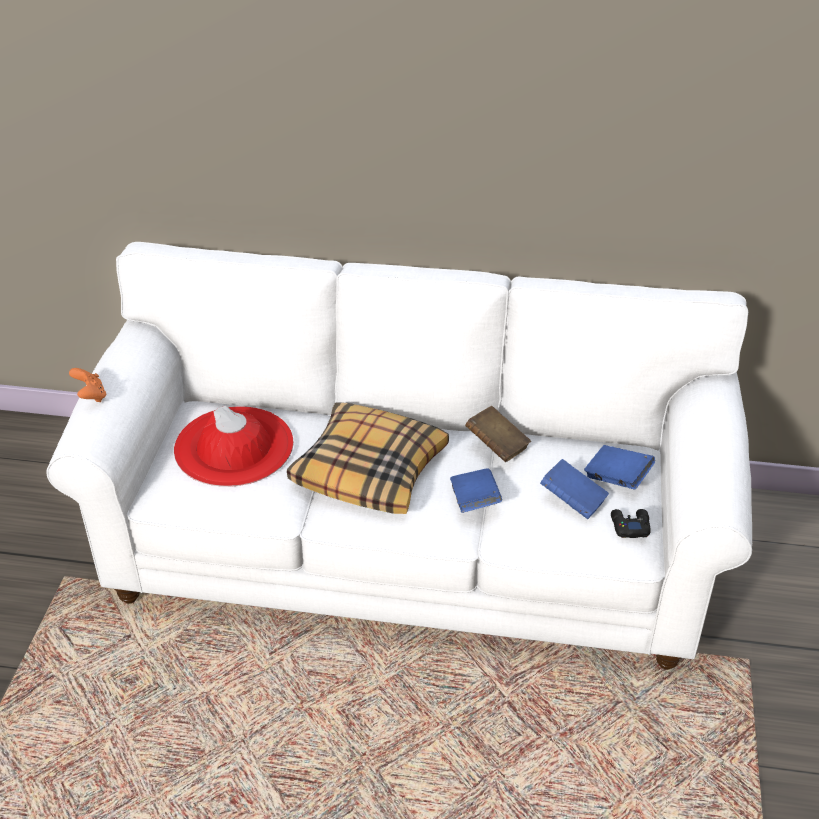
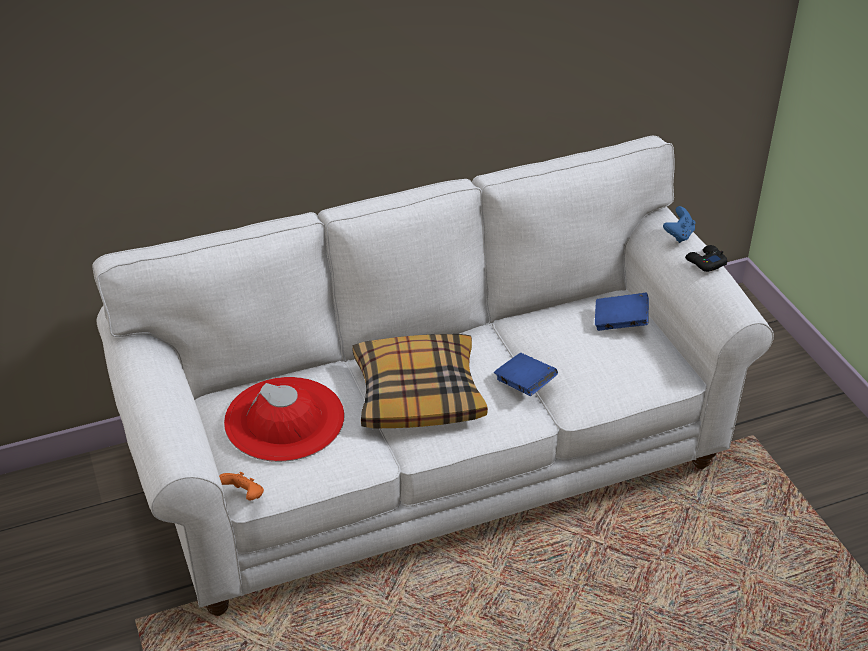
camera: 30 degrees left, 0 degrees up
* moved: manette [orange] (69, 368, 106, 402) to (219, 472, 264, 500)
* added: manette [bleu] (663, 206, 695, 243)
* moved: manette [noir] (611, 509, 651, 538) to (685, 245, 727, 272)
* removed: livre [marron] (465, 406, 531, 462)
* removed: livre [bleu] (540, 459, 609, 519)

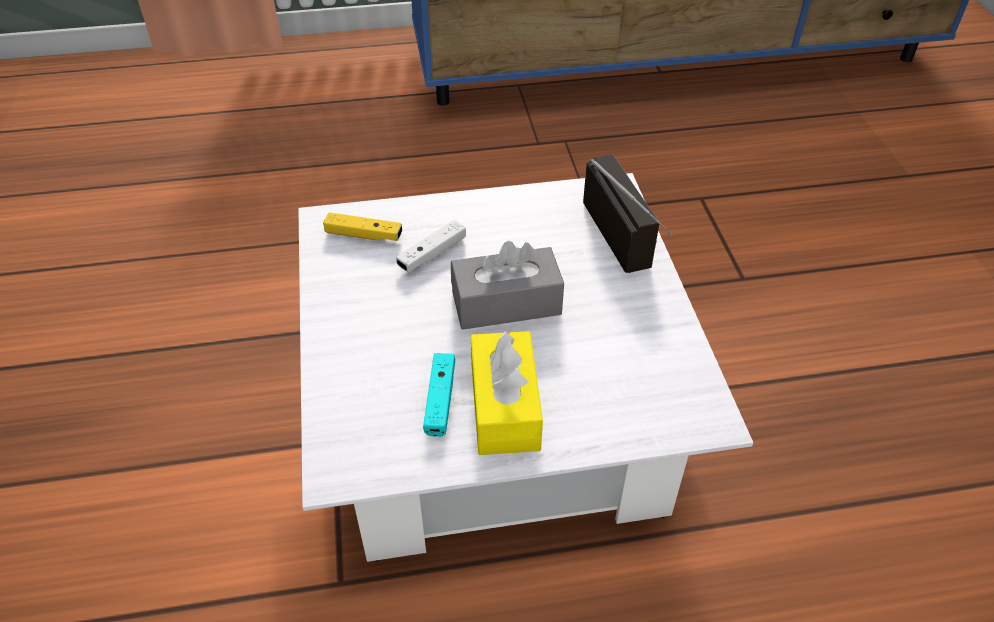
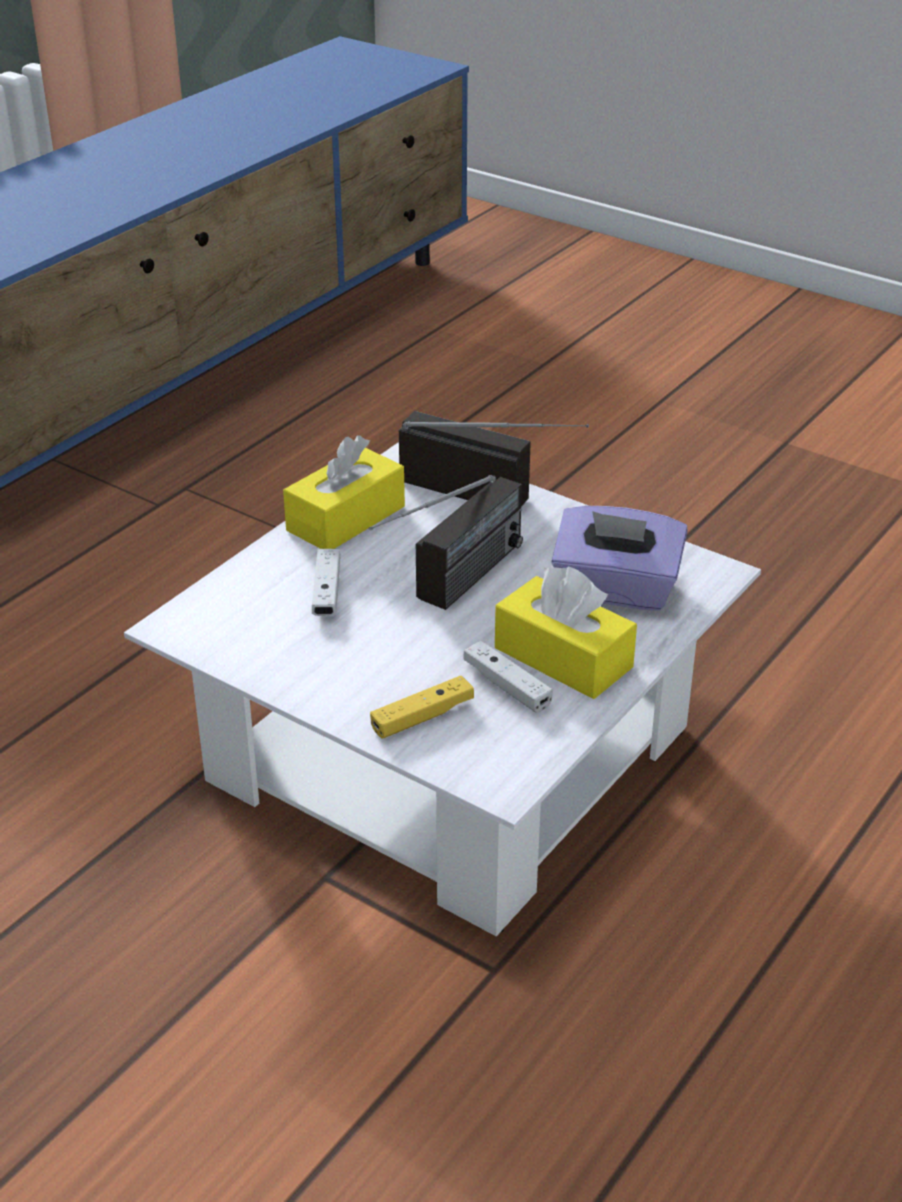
camera: 45 degrees left, 10 degrees down
* added: boîte à mouchoirs [jaune] (283, 435, 405, 549)
* replaced: boîte à mouchoirs [gris] (451, 241, 564, 330) to radio (369, 475, 523, 610)
* moved: manette [jaune] (323, 212, 402, 241) to (370, 676, 474, 739)
* recoloured: manette [turquoise] (423, 353, 455, 437) to manette [blanc] (463, 641, 553, 713)
* added: boîte à mouchoirs [violet] (551, 506, 687, 611)

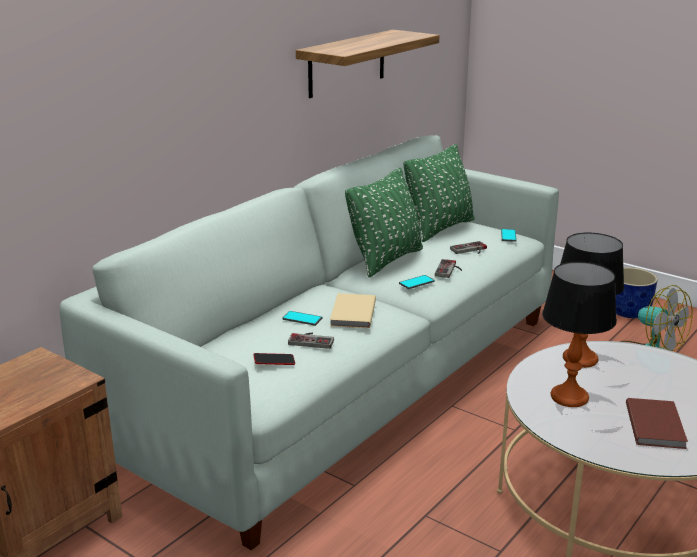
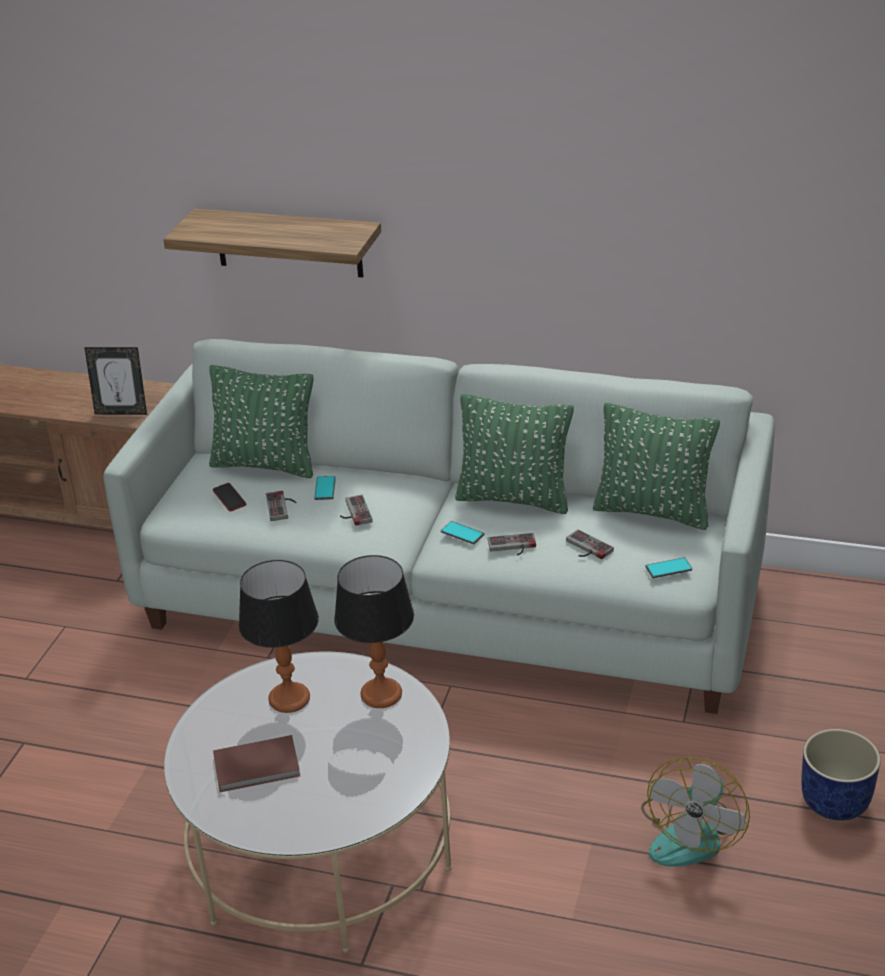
camera: 70 degrees right, 10 degrees up
* added: cadre photo (84, 347, 147, 415)
* moved: étagère (296, 30, 440, 98) to (163, 209, 381, 278)
* added: coussin [vert] (209, 365, 313, 478)
* replaced: livre [beige] (330, 293, 376, 328) to manette (340, 495, 373, 526)

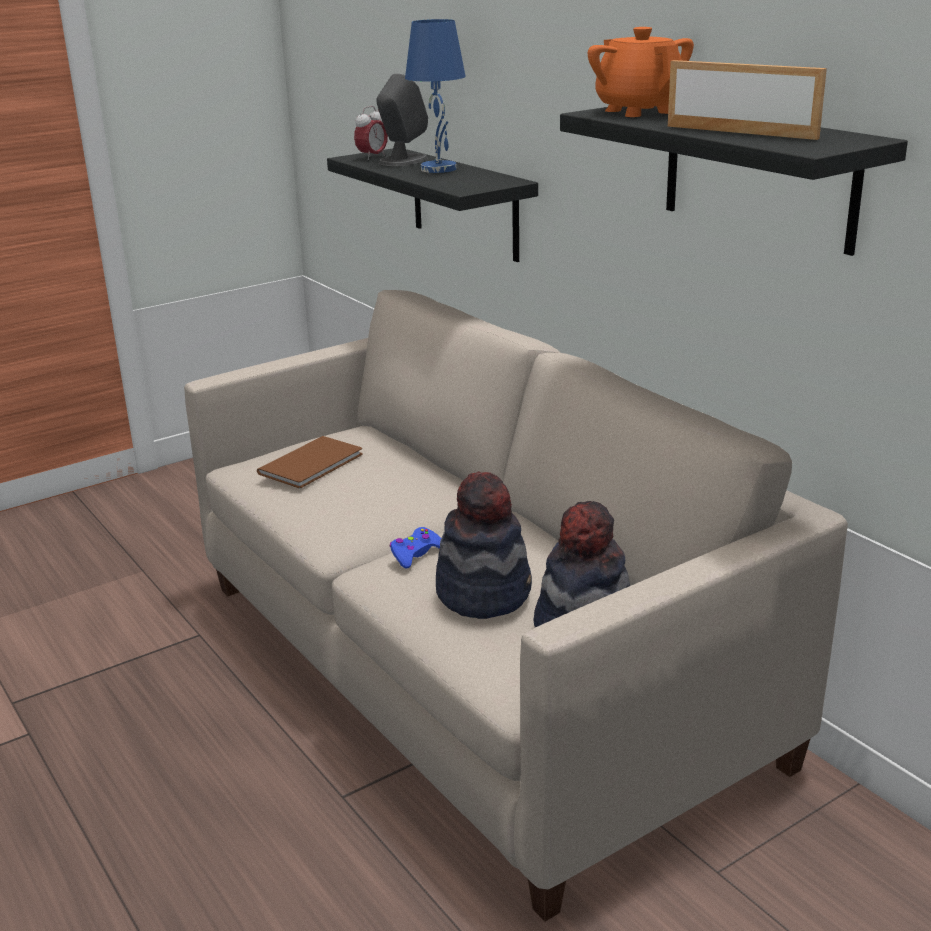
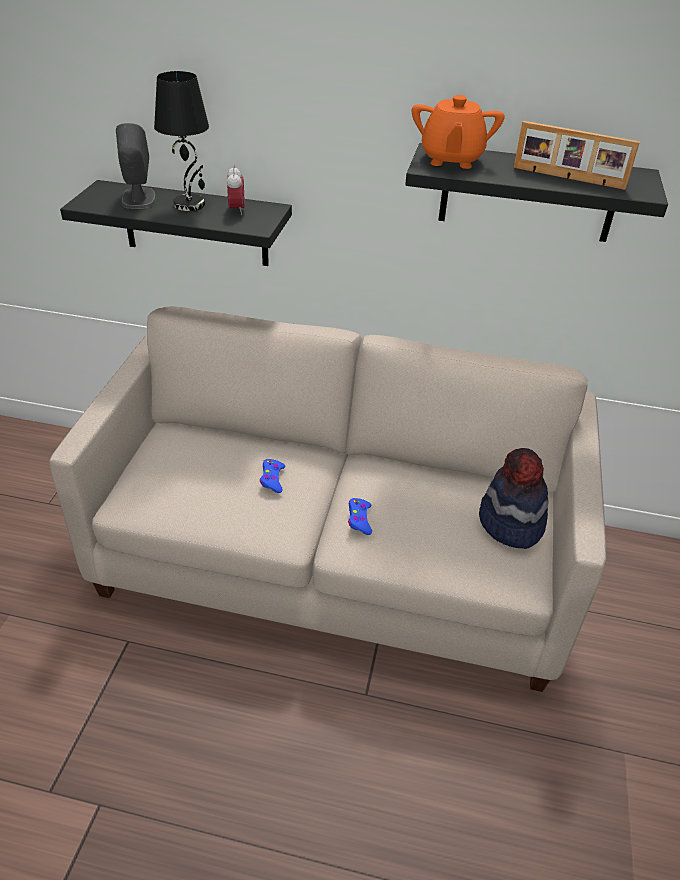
camera: 45 degrees left, 15 degrees up
* recoloured: lampe de table [bleu] (405, 19, 466, 173) to lampe de table [noir] (154, 71, 209, 211)
* moved: réveil (354, 106, 388, 160) to (227, 164, 245, 215)
* added: manette [bleu] (260, 459, 285, 493)
* turned: théière [orange] (588, 27, 694, 117) = (412, 95, 505, 169) 105 degrees counterclockwise
* turned: cadre photo (668, 60, 827, 140) = (514, 121, 640, 190) 150 degrees counterclockwise
* removed: livre [marron] (257, 436, 363, 488)
* removed: chapeau (436, 471, 532, 619)

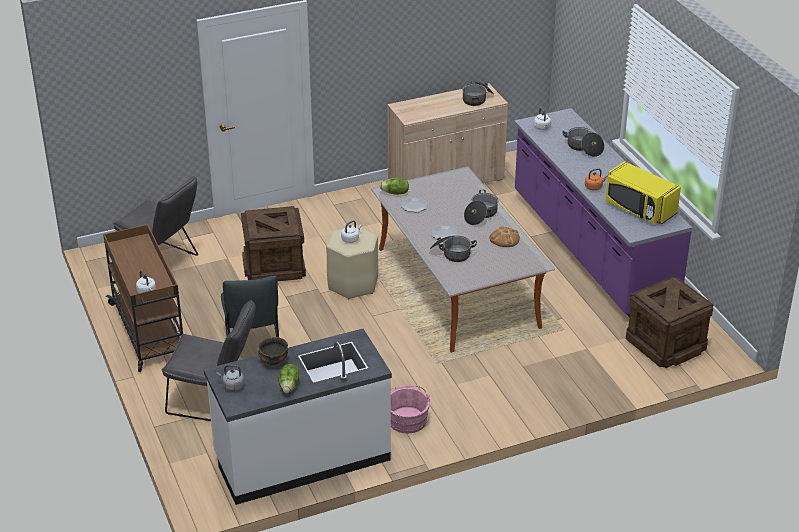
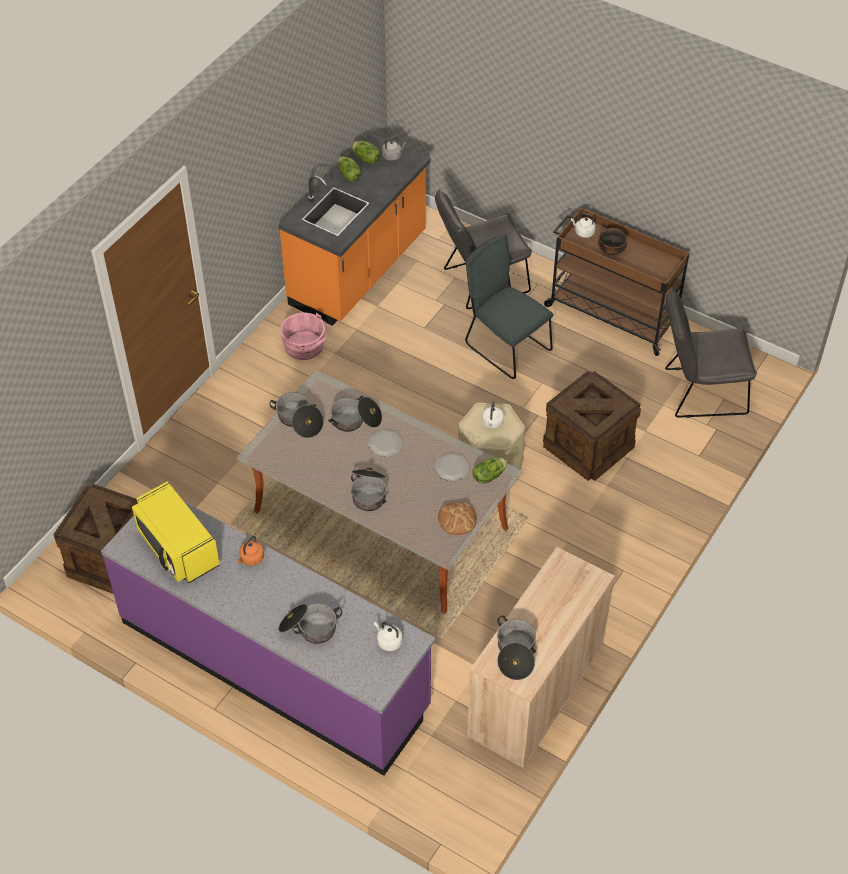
camera: 145 degrees right, 15 degrees up
* turned: micro-ondes [jaune] (606, 161, 681, 224) = (132, 481, 220, 583) 135 degrees counterclockwise
* added: marmite (269, 392, 324, 438)
* recoloured: comptoir de cuisine [blanc] (204, 329, 392, 505) to comptoir de cuisine [orange] (278, 133, 430, 326)
* added: laitue (352, 141, 380, 164)
* moved: pain (489, 226, 520, 247) to (438, 502, 477, 535)
* moved: bol (258, 337, 288, 365) to (598, 228, 628, 256)

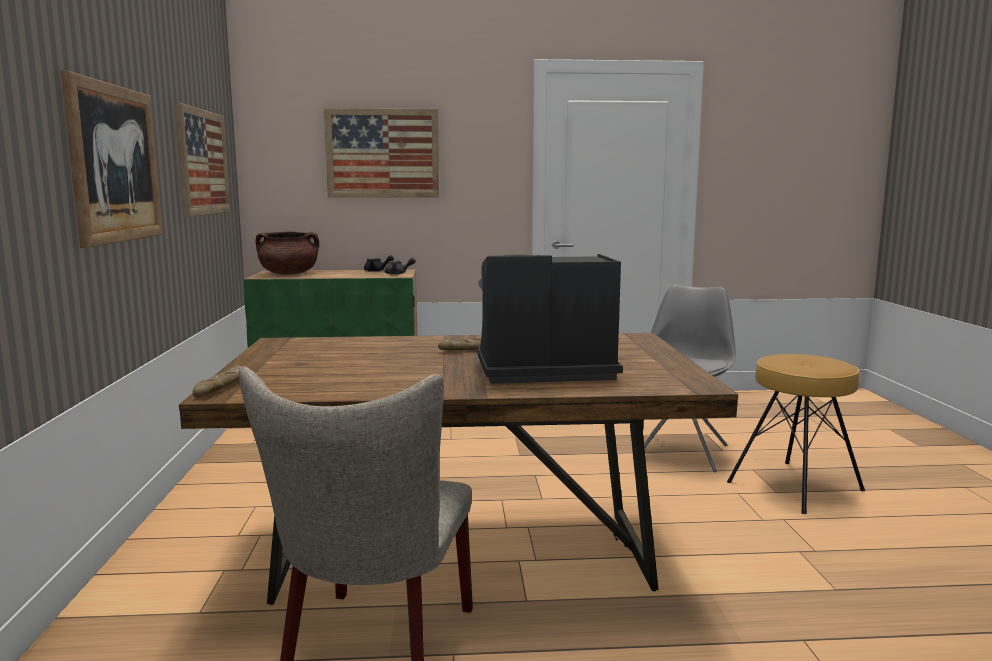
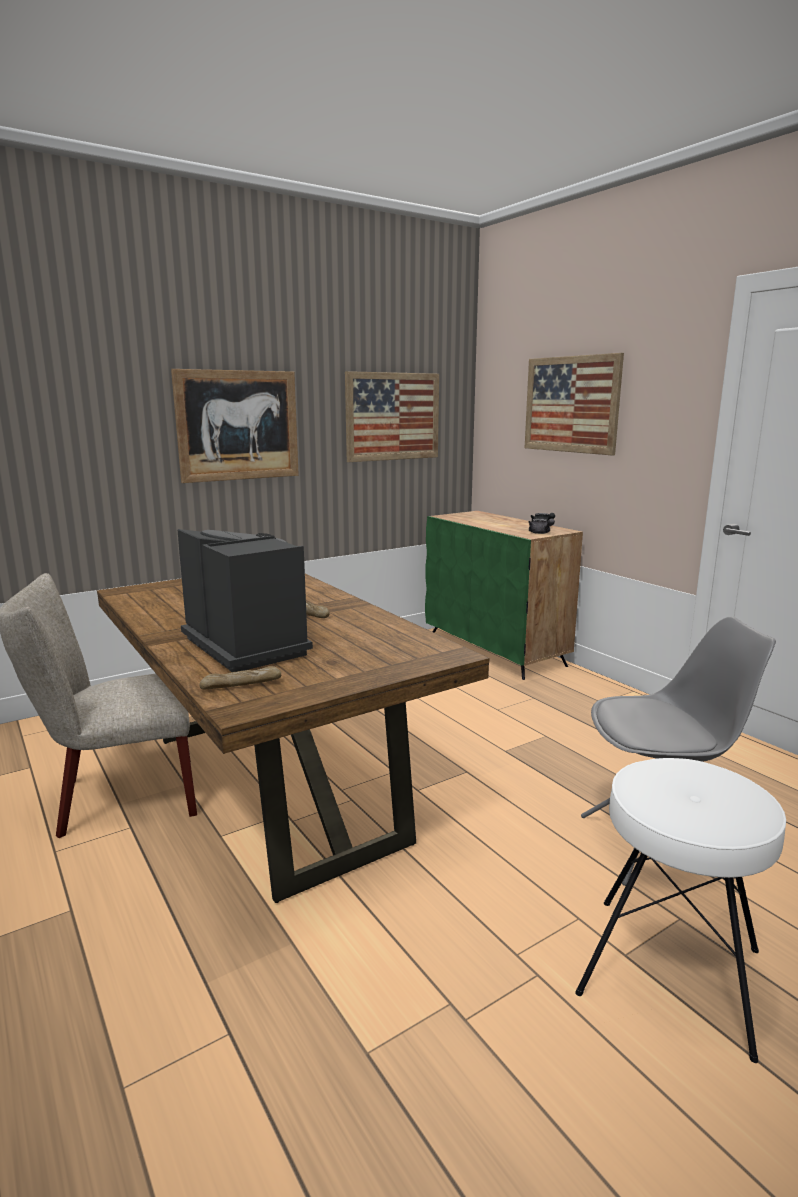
camera: 60 degrees right, 5 degrees up
* moved: pain (193, 365, 241, 397) to (200, 666, 281, 689)
* recoloured: tabouret [marron] (727, 354, 865, 514) to tabouret [blanc] (575, 758, 786, 1063)
* removed: marmite [marron] (256, 231, 319, 275)

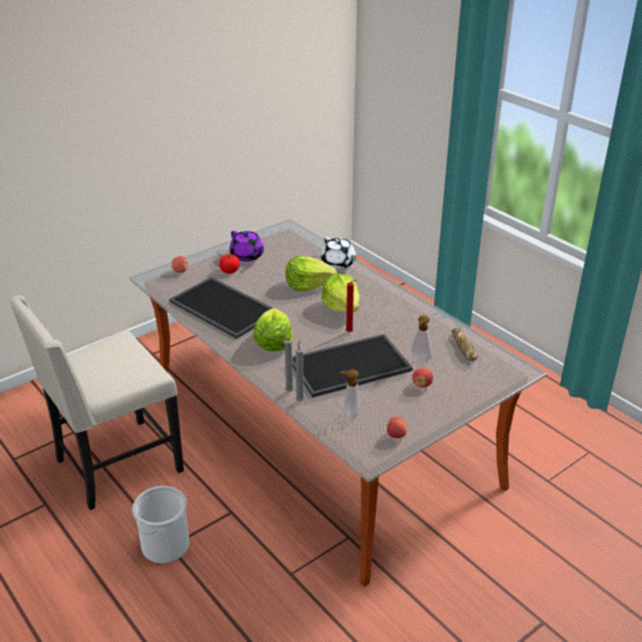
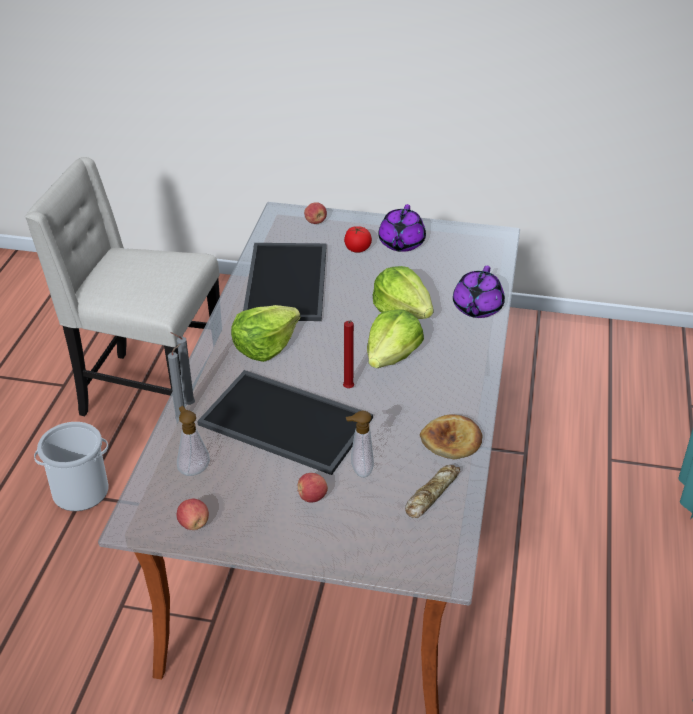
camera: 50 degrees right, 5 degrees up
* added: pain (420, 415, 483, 459)
* recoloured: théière [blanc] (321, 237, 356, 269) to théière [violet] (453, 266, 505, 318)

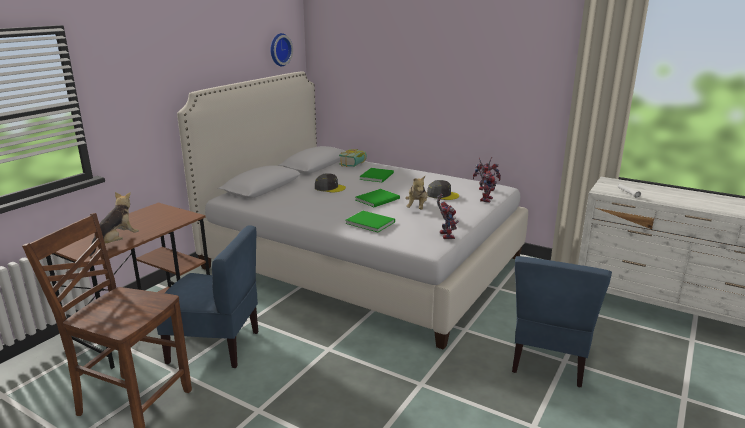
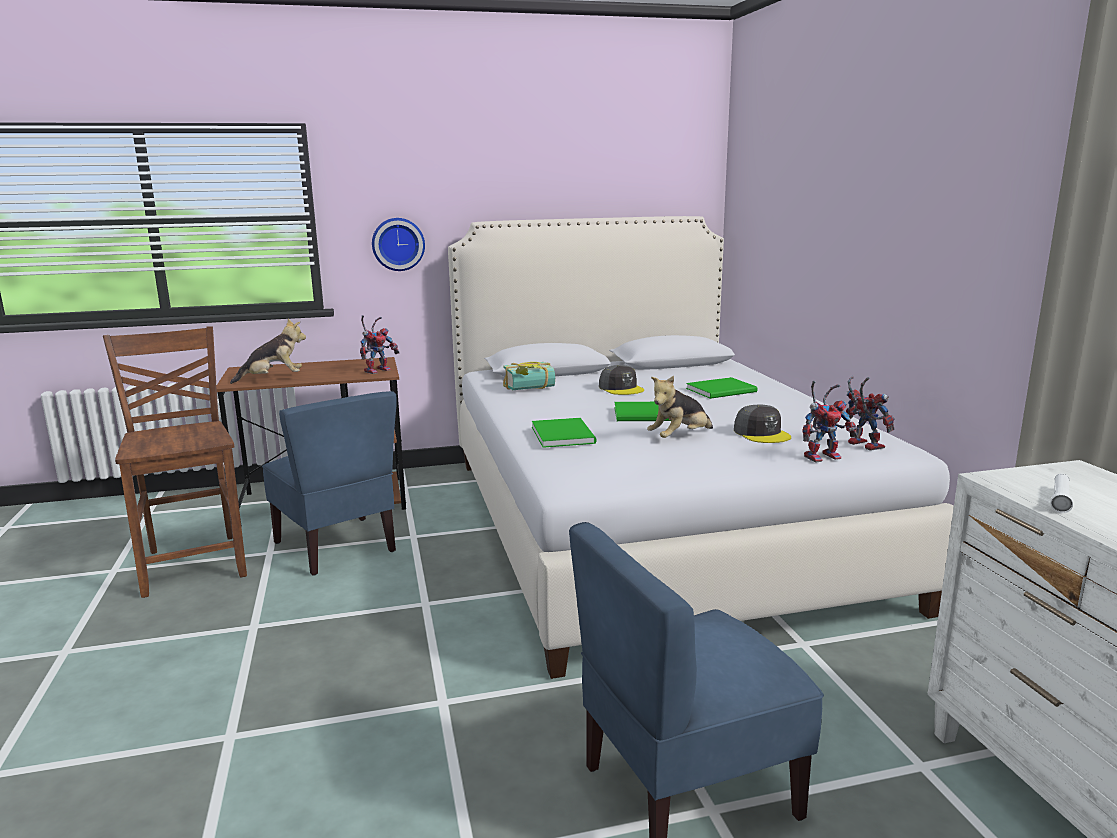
camera: 45 degrees right, 5 degrees down
* moved: robot jouet (437, 194, 459, 239) to (360, 315, 400, 374)
* moved: horloge murale (270, 33, 293, 66) to (372, 218, 425, 271)
* moved: livre (339, 149, 367, 167) to (503, 362, 555, 390)

